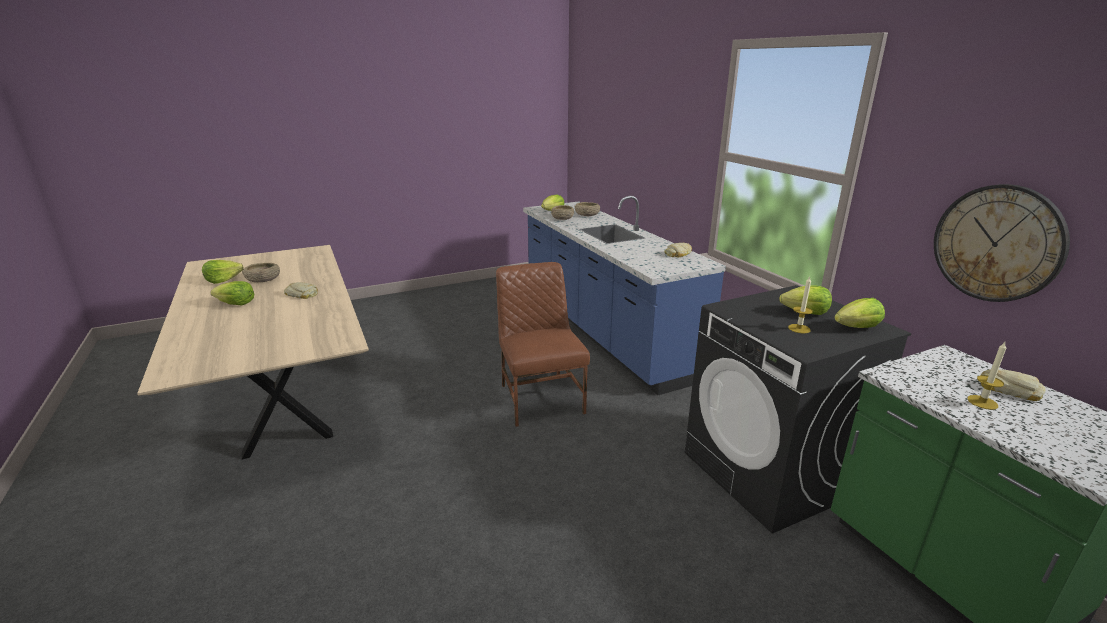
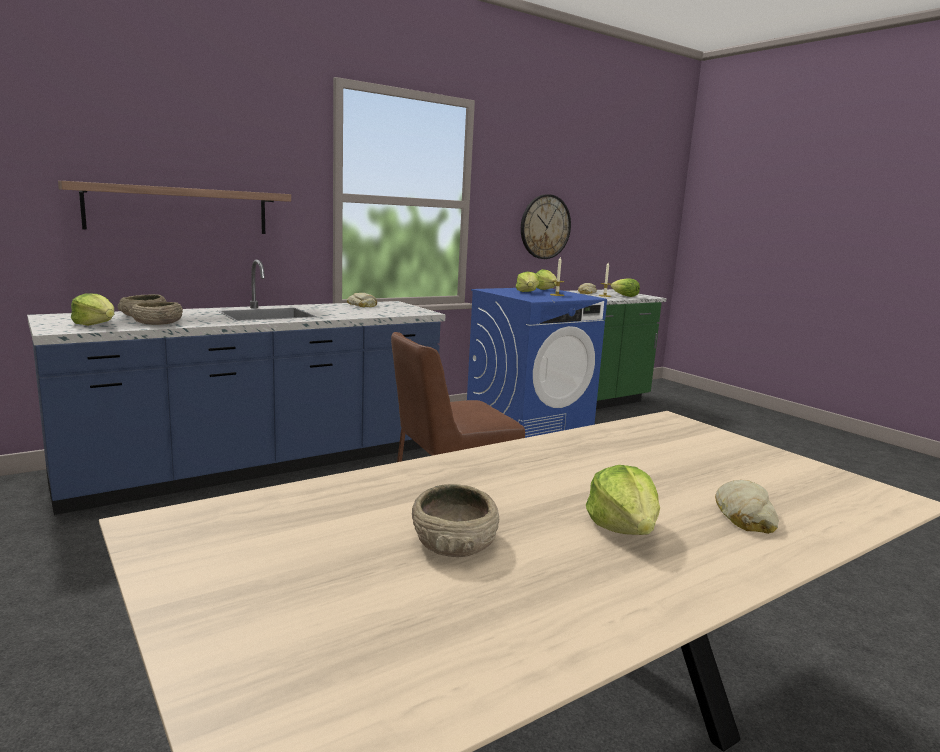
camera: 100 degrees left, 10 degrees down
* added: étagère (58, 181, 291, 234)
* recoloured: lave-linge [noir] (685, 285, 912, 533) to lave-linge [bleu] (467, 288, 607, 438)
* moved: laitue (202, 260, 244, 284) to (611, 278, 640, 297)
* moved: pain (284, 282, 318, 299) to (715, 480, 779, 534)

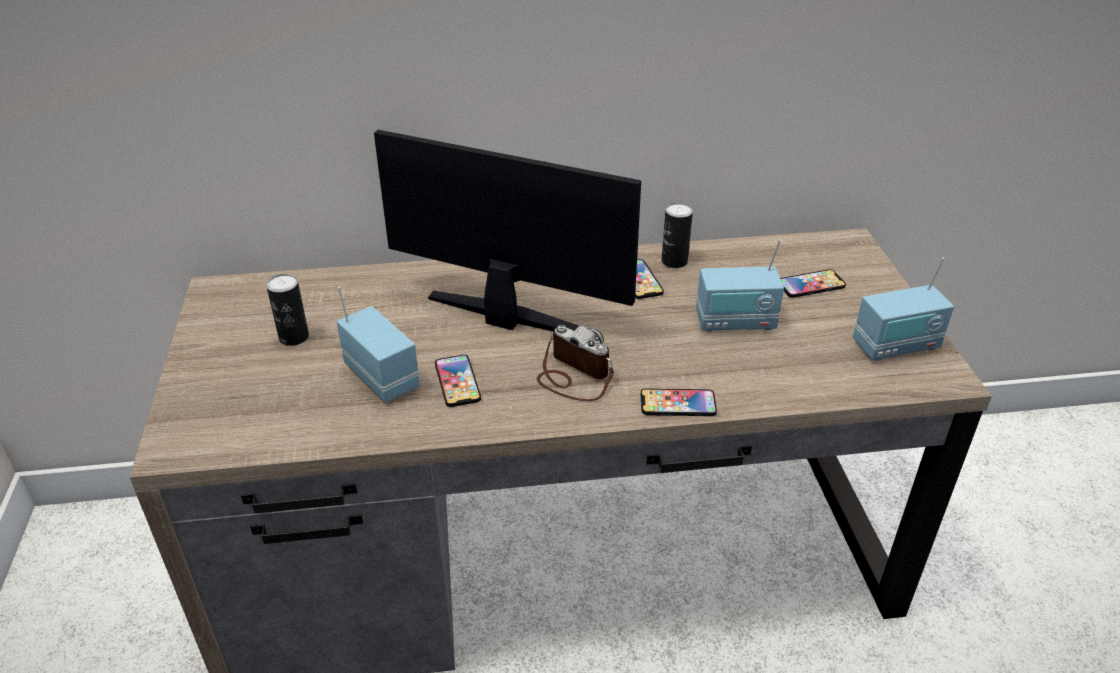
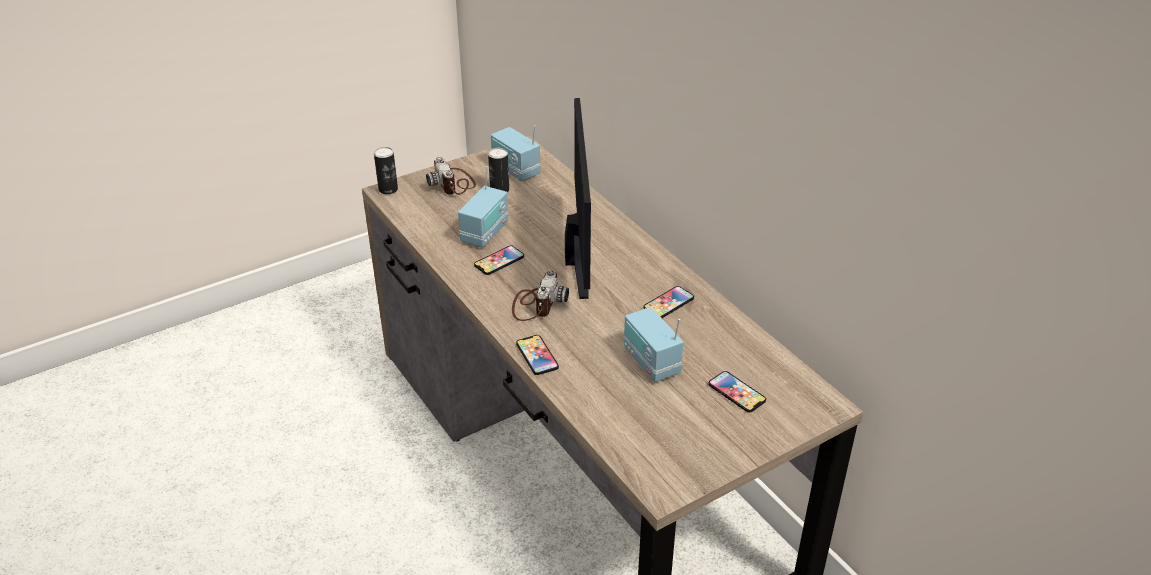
camera: 65 degrees right, 0 degrees up
* moved: boîte métallique (661, 202, 693, 268) to (374, 147, 398, 194)
* added: appareil photo (426, 157, 476, 195)
* moved: radio (853, 257, 954, 361) to (491, 125, 541, 181)

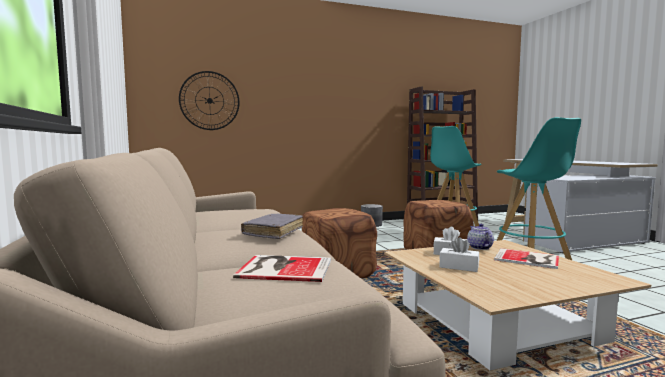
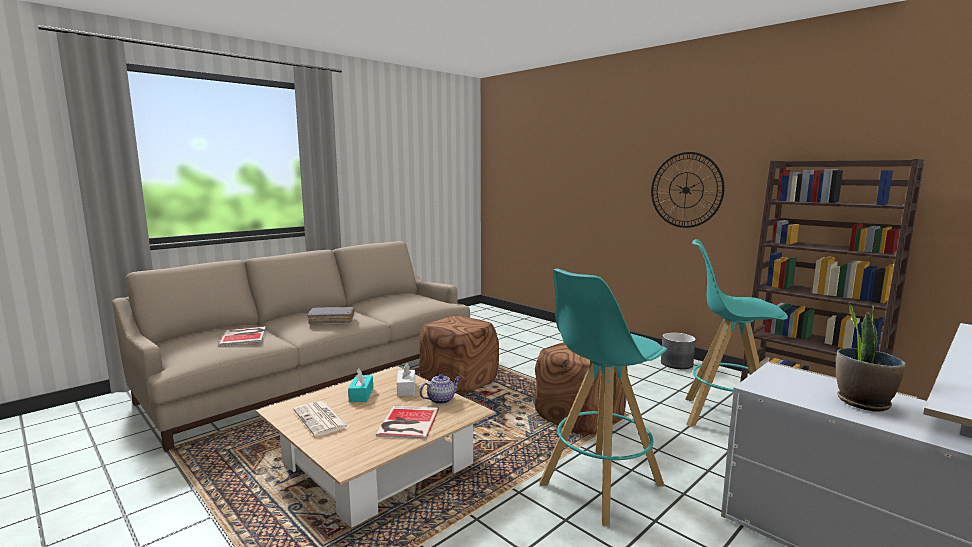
camera: 65 degrees right, 5 degrees up
* added: journal (294, 401, 349, 436)
* recoloured: boîte à mouchoirs [blanc] (439, 237, 479, 272) to boîte à mouchoirs [turquoise] (348, 368, 373, 402)
* moved: horloge murale (179, 71, 240, 130) to (651, 152, 725, 228)
* added: plante en pot (836, 301, 906, 412)

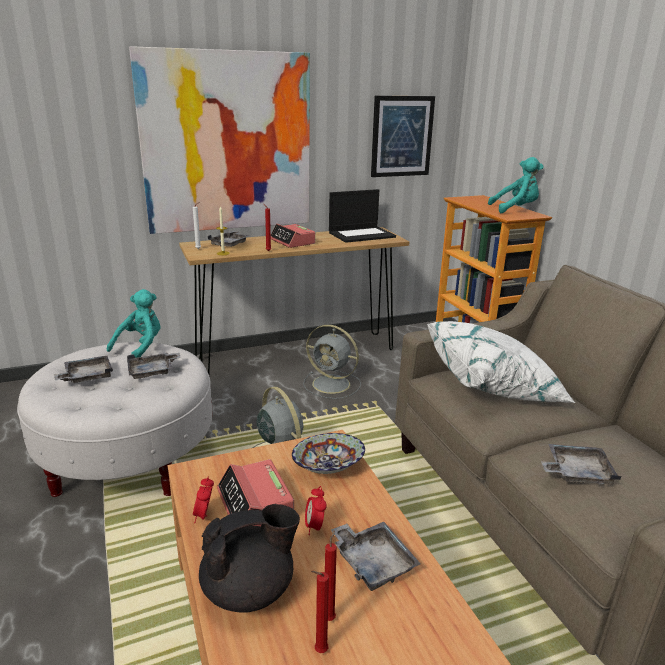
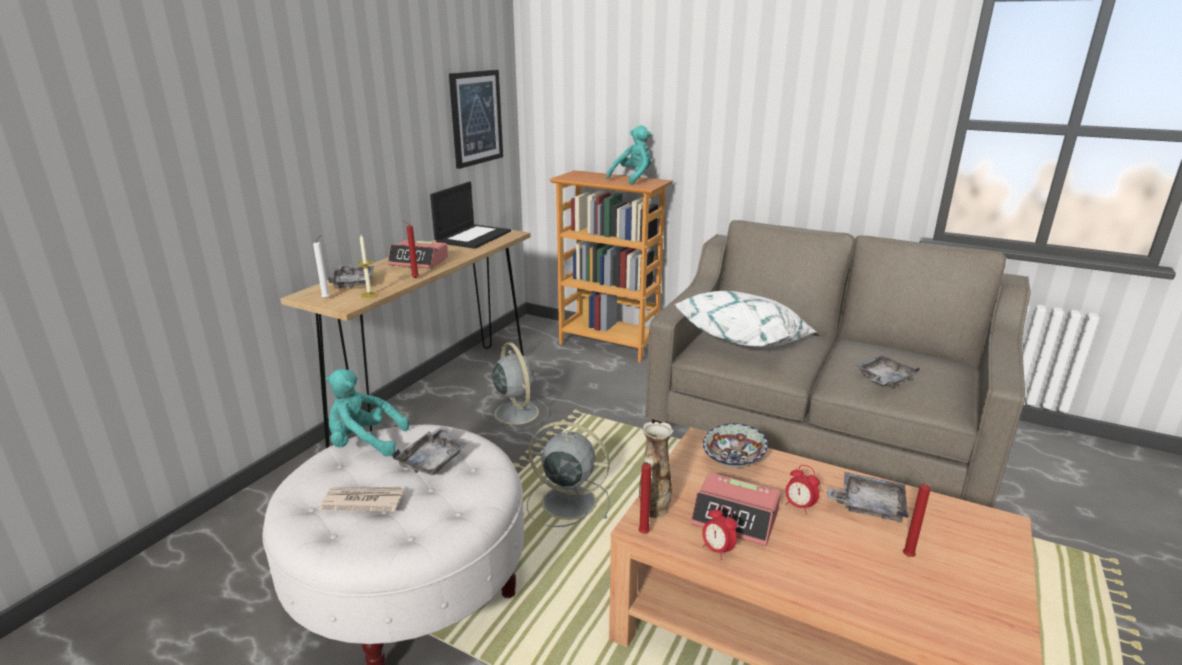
camera: 40 degrees left, 0 degrees up
* replaced: plateau [gris] (54, 356, 113, 383) to journal (319, 487, 405, 512)
* turned: peluche [turquoise] (107, 289, 161, 358) = (326, 369, 409, 457) 75 degrees counterclockwise
* turned: ventilateur [gris] (303, 325, 361, 399) = (482, 342, 549, 432) 105 degrees counterclockwise
* moved: bougie [rouge] (311, 571, 329, 653) to (638, 462, 652, 534)
* added: vase (639, 422, 673, 518)
* removed: tableau (129, 46, 310, 234)
* removed: théière [noir] (199, 504, 300, 613)

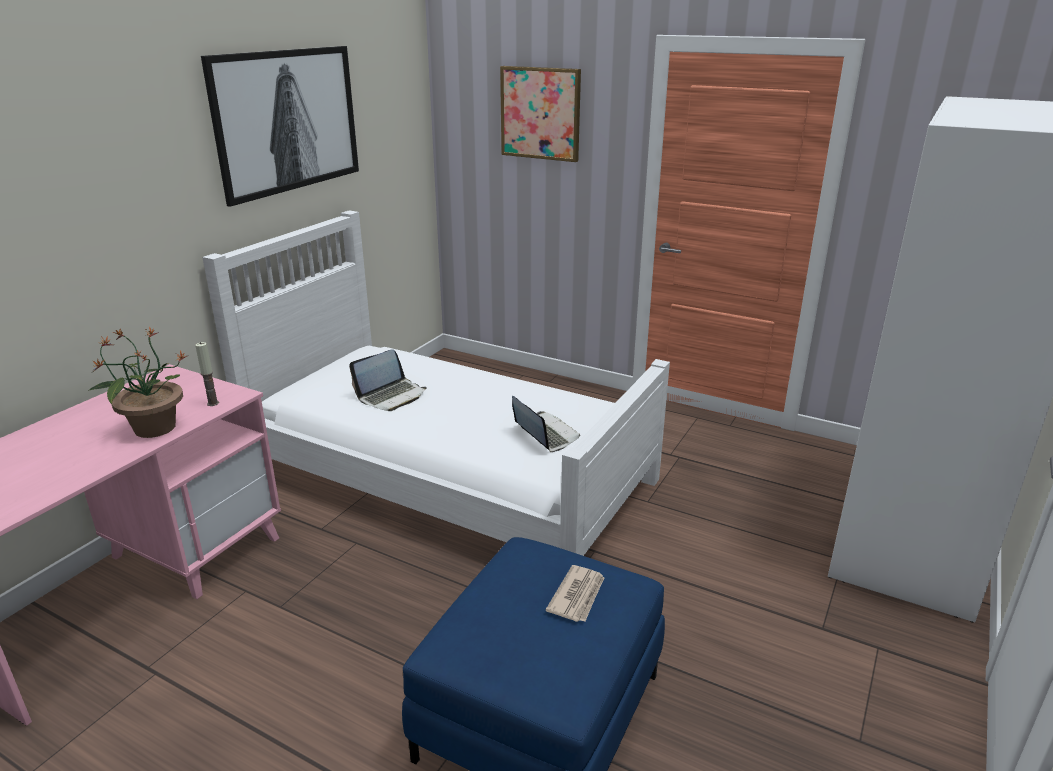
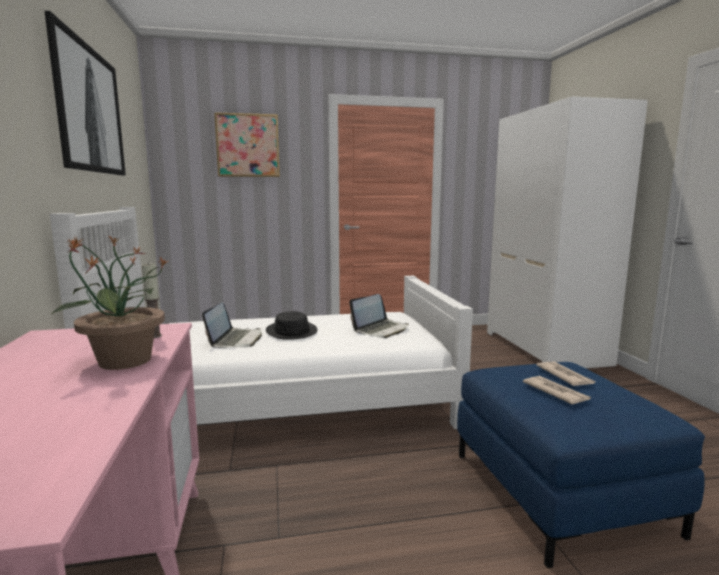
camera: 40 degrees left, 15 degrees down
* added: chapeau [noir] (266, 311, 317, 340)
* turned: ordinateur portable (512, 396, 580, 452) = (349, 294, 408, 338) 120 degrees clockwise
* added: journal (523, 376, 591, 404)

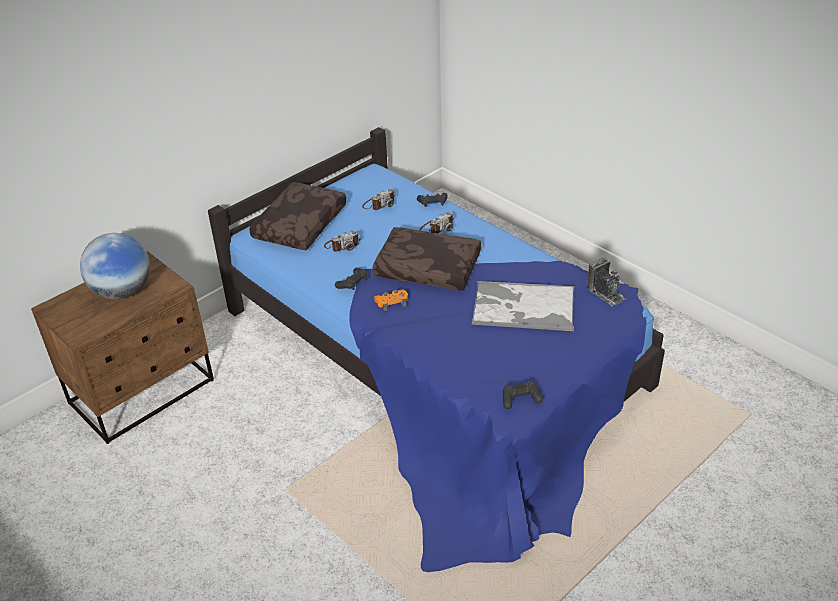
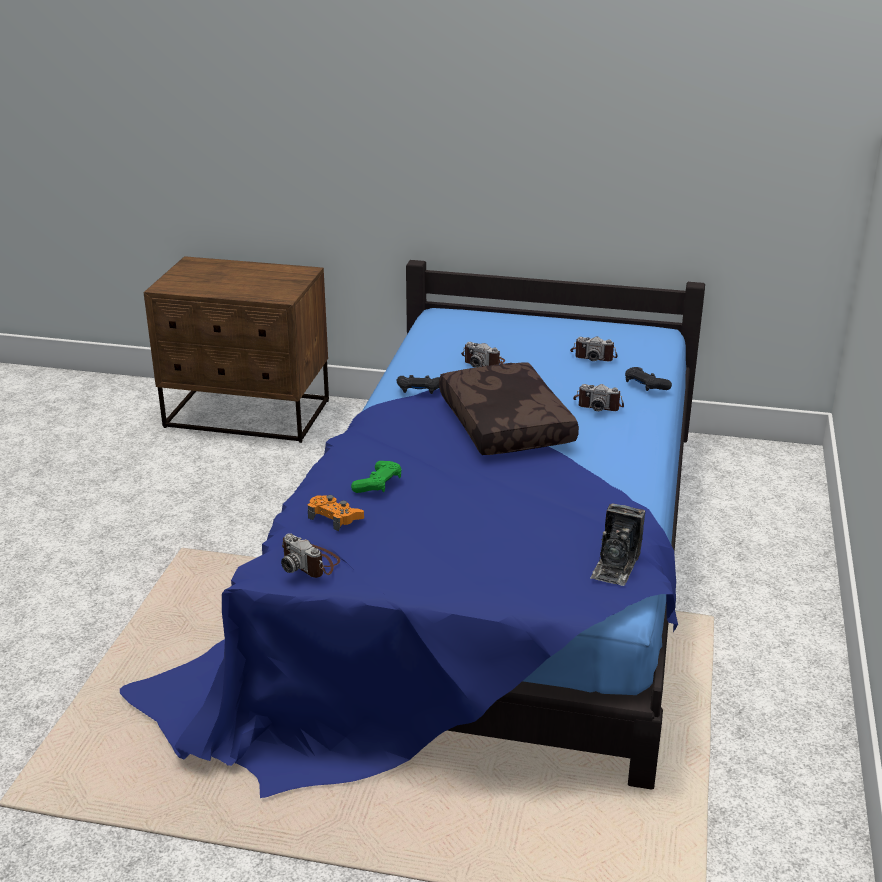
camera: 55 degrees right, 10 degrees down
* replaced: manette [noir] (503, 381, 543, 409) to appareil photo (281, 534, 340, 578)
* moved: manette [orange] (374, 289, 408, 312) to (308, 495, 364, 531)
* added: manette [vert] (351, 461, 401, 493)
* removed: globe (80, 233, 150, 299)
* removed: coussin [marron] (249, 182, 346, 250)
* removed: plateau (472, 281, 574, 331)

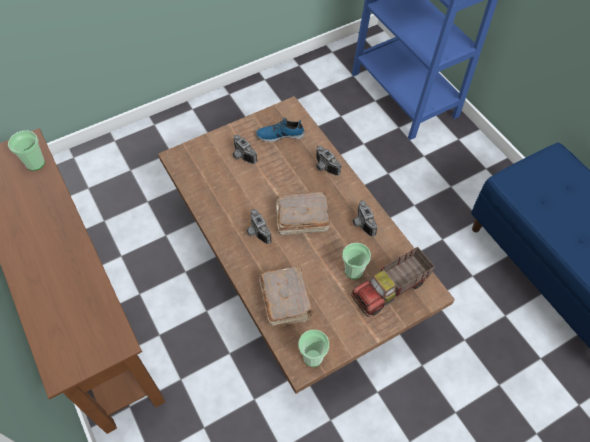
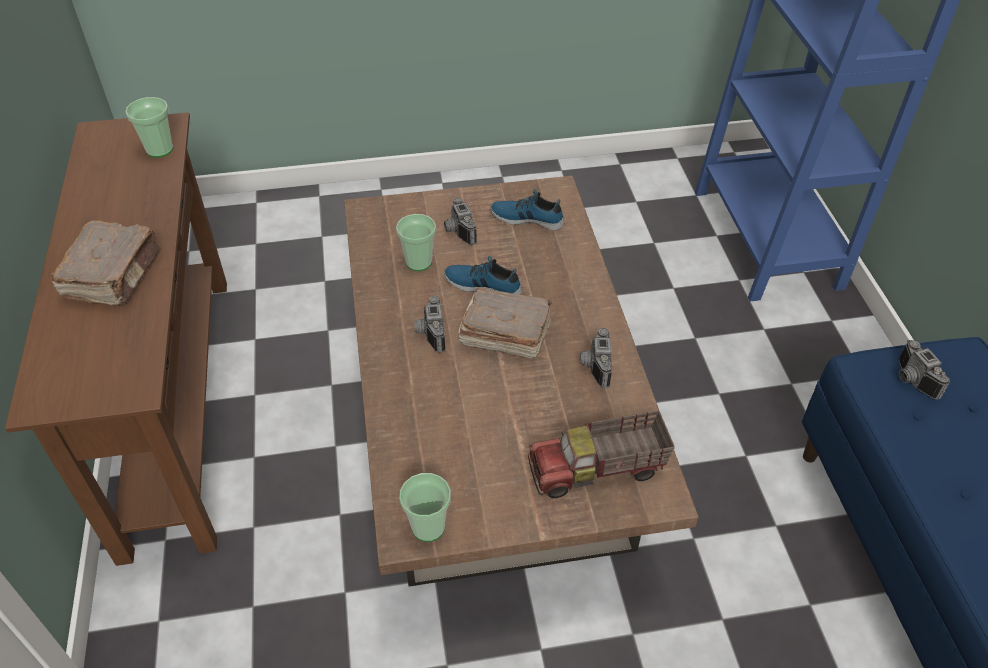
camera: 20 degrees right, 10 degrees down
* moved: livre [marron] (259, 266, 314, 327) to (51, 220, 160, 305)
* moved: tasse (342, 243, 371, 279) to (396, 214, 436, 271)
* added: chaussure (444, 256, 522, 295)
* moved: appareil photo (316, 146, 341, 176) to (899, 340, 950, 399)

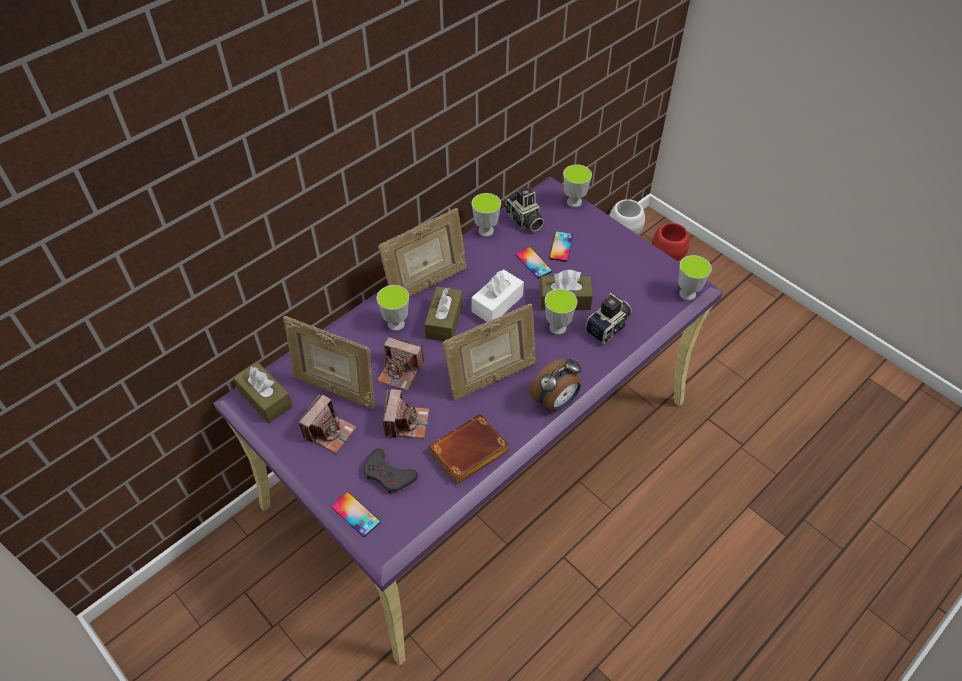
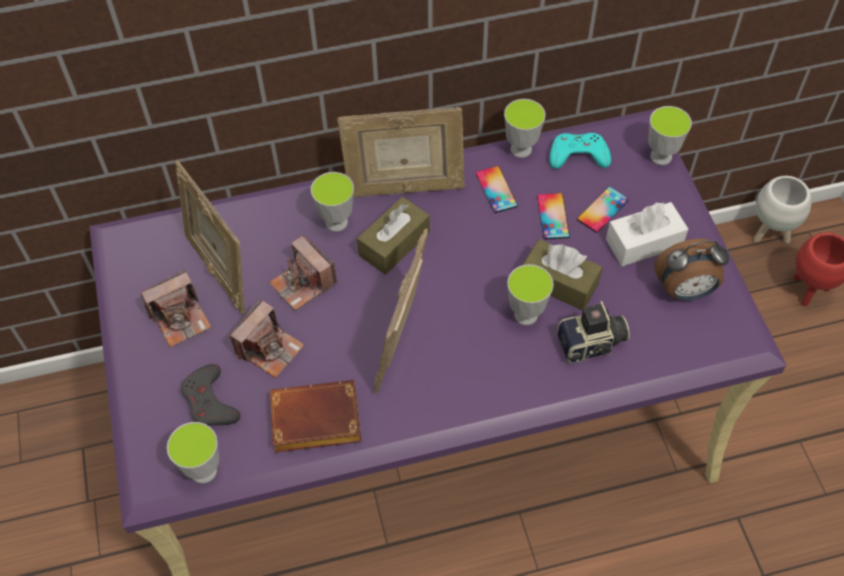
camera: 30 degrees right, 5 degrees up
* moved: tasse (678, 255, 712, 301) to (167, 422, 220, 483)
* turned: cadre photo (443, 304, 536, 400) = (374, 229, 428, 394) 105 degrees clockwise
* moved: téléphone (332, 492, 381, 537) to (476, 166, 518, 213)
* replaced: appareil photo (504, 187, 544, 232) to manette [turquoise] (549, 133, 611, 169)
* moved: boîte à mouchoirs [blanc] (471, 269, 524, 322) to (606, 202, 688, 266)
* moved: réveil (529, 359, 582, 411) to (654, 239, 729, 300)
* removed: boîte à mouchoirs [marron] (233, 362, 293, 423)

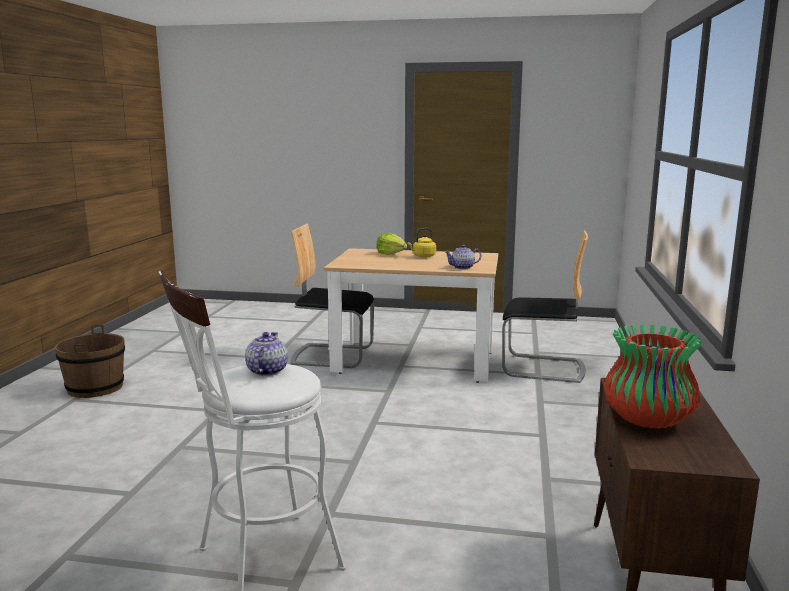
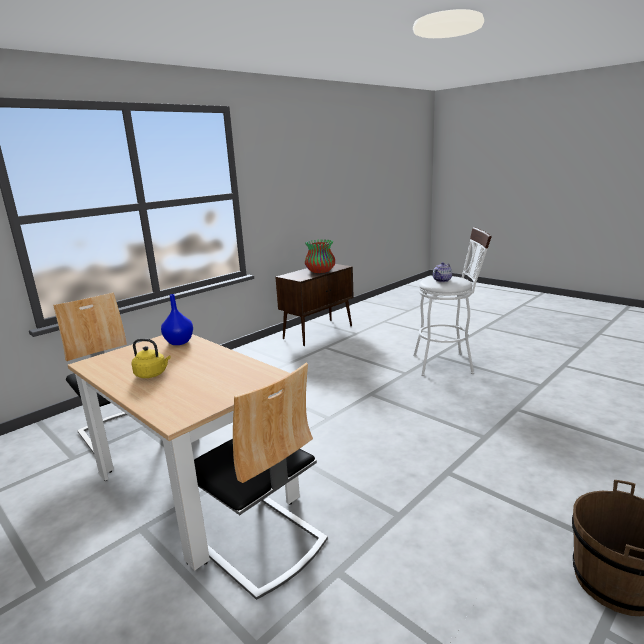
camera: 145 degrees left, 5 degrees up
* replaced: théière (444, 245, 481, 269) to vase [bleu] (161, 294, 193, 345)
* removed: laitue (376, 233, 407, 255)

